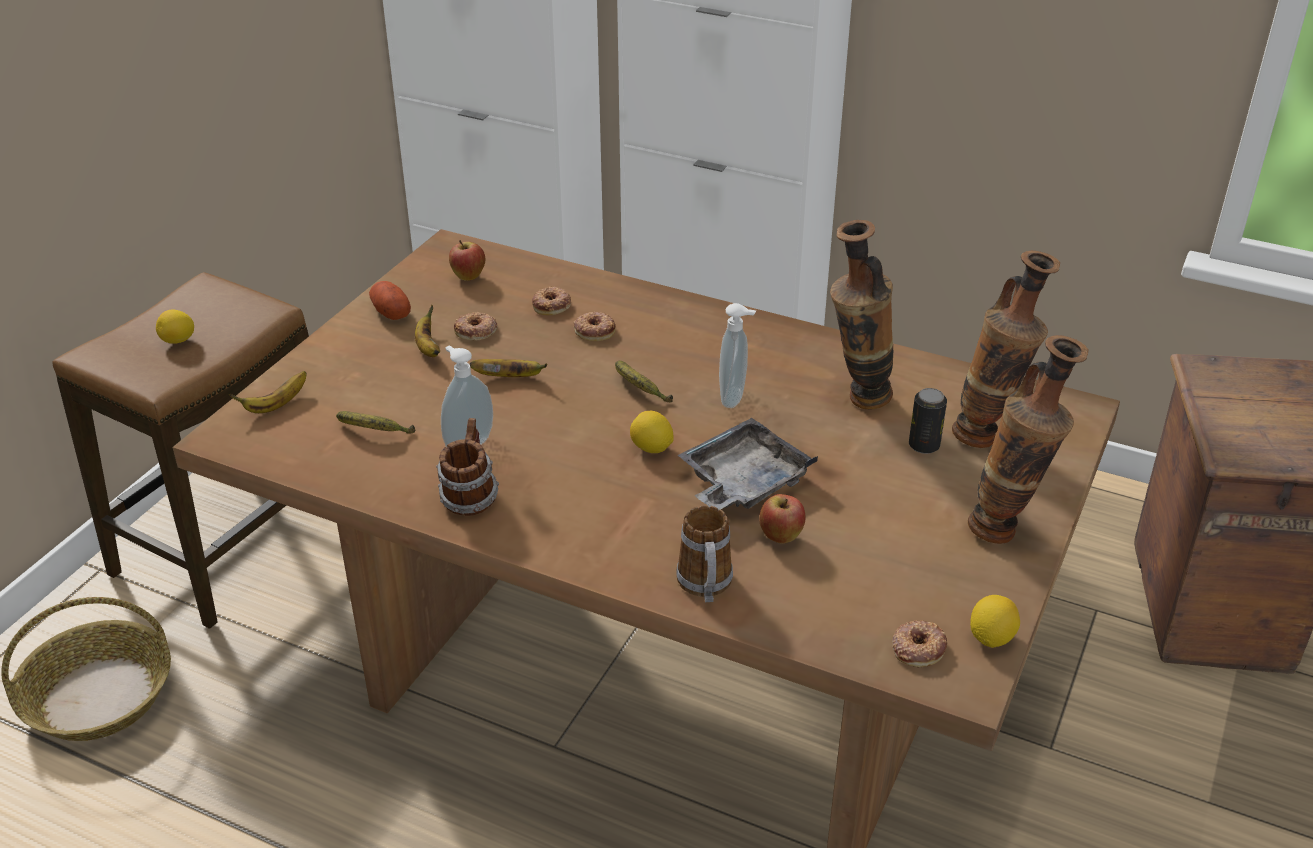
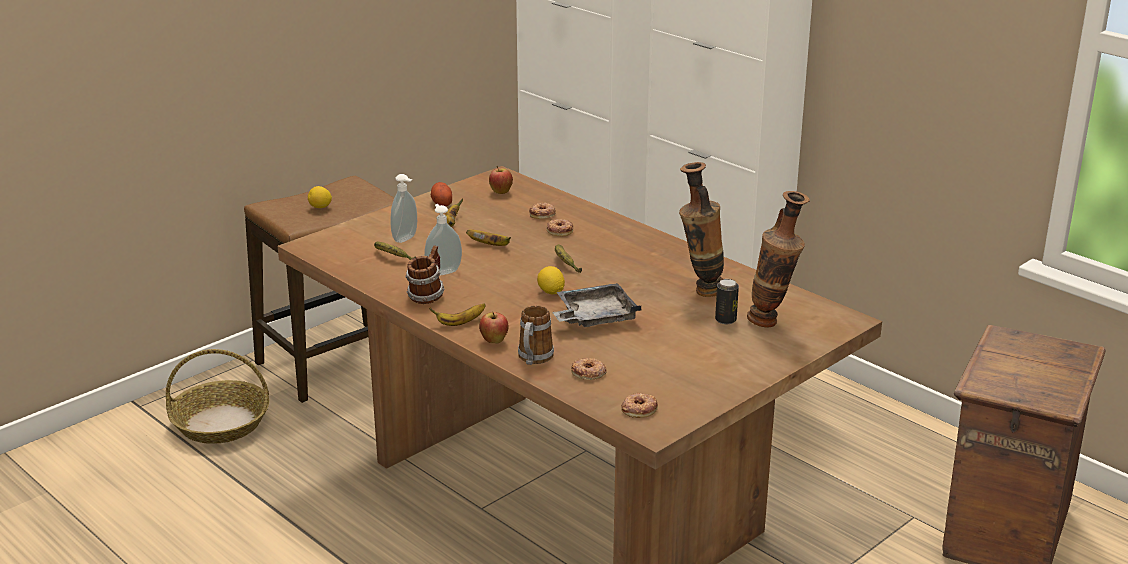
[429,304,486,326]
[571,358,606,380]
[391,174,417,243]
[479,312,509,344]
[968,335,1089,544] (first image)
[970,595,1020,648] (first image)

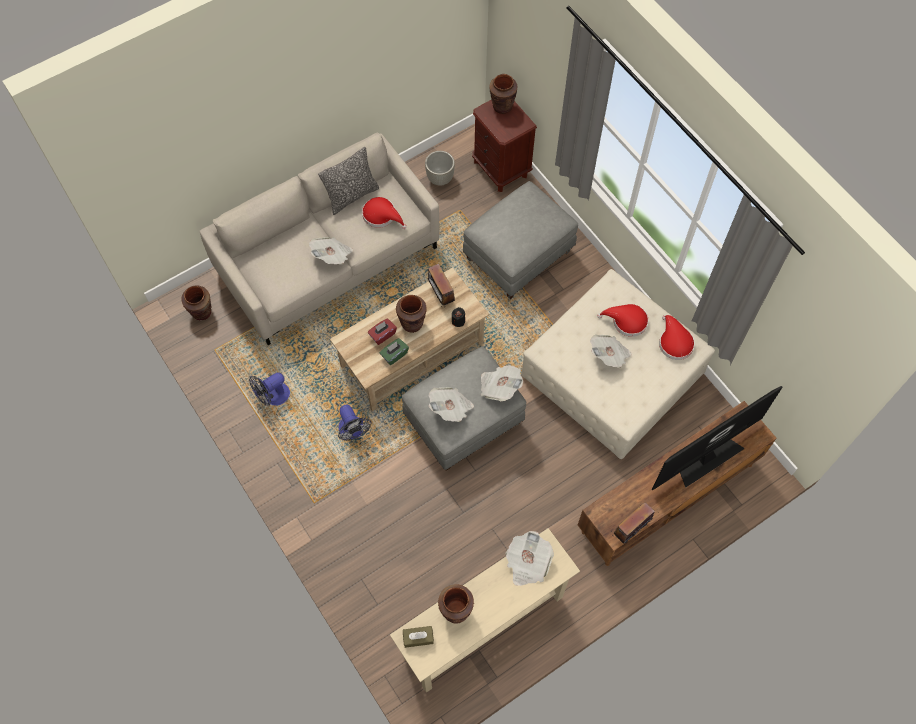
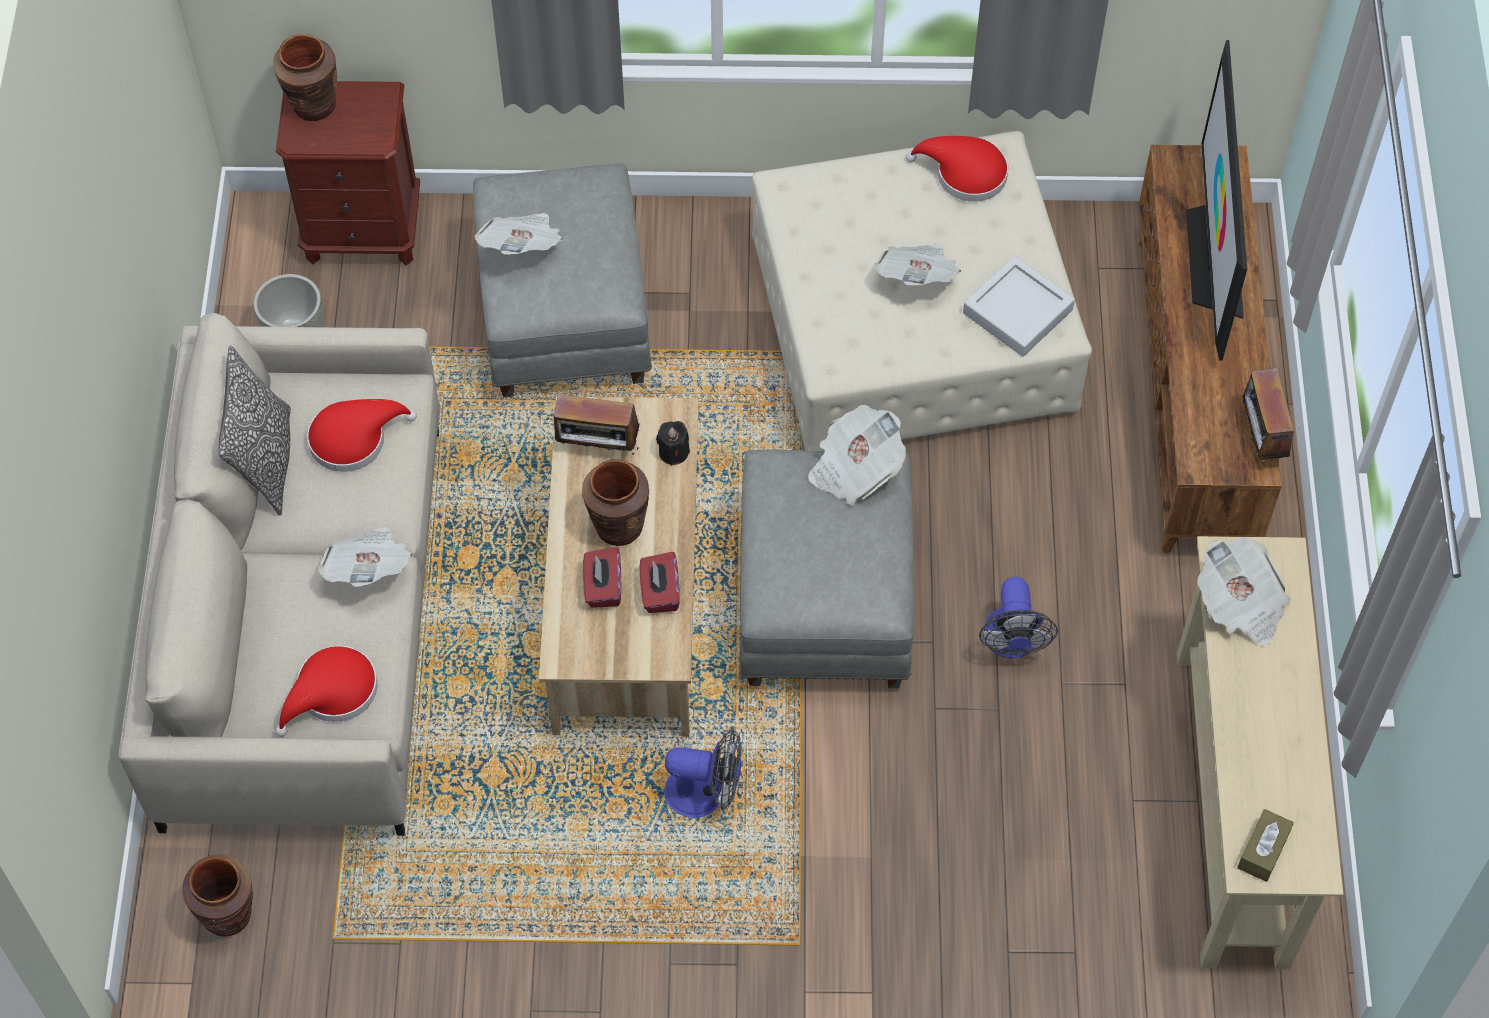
[979,577,1058,659]
[640,552,680,613]
[475,213,563,254]
[438,584,474,624] (first image)
[275,646,378,737]
[963,256,1075,357]

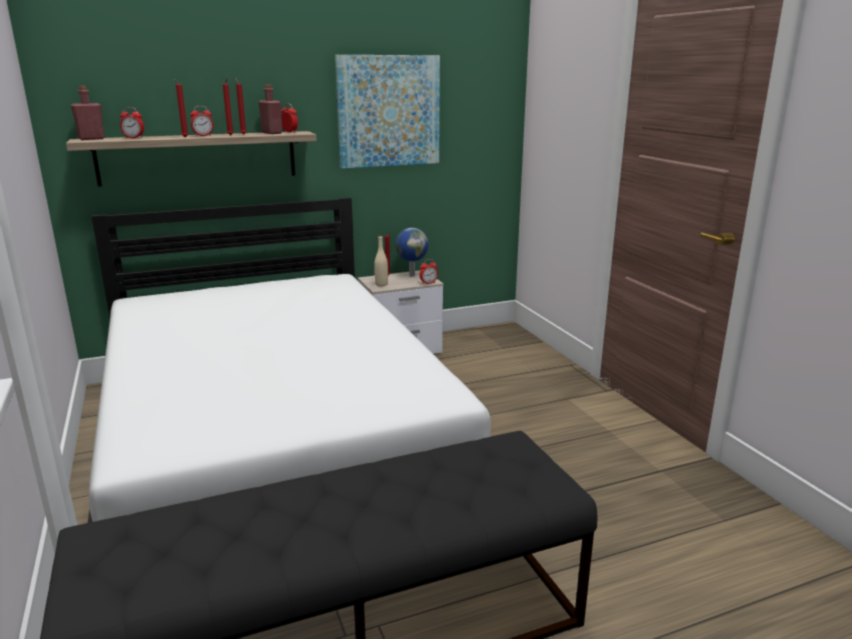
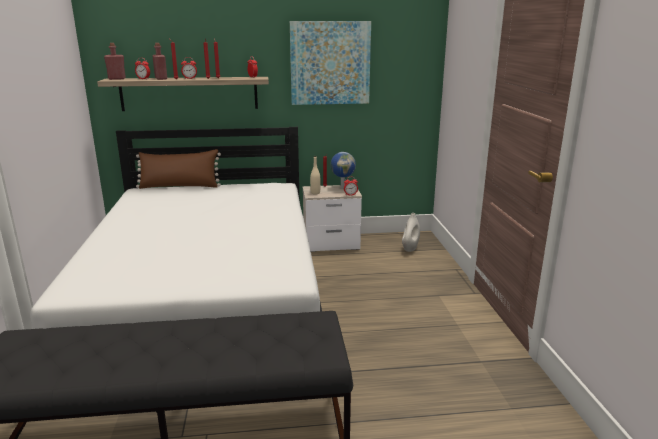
[153,43,167,80]
[136,149,221,189]
[402,213,420,252]

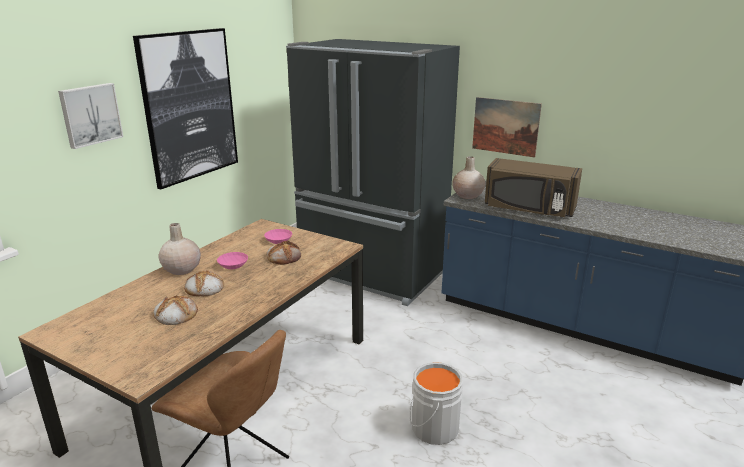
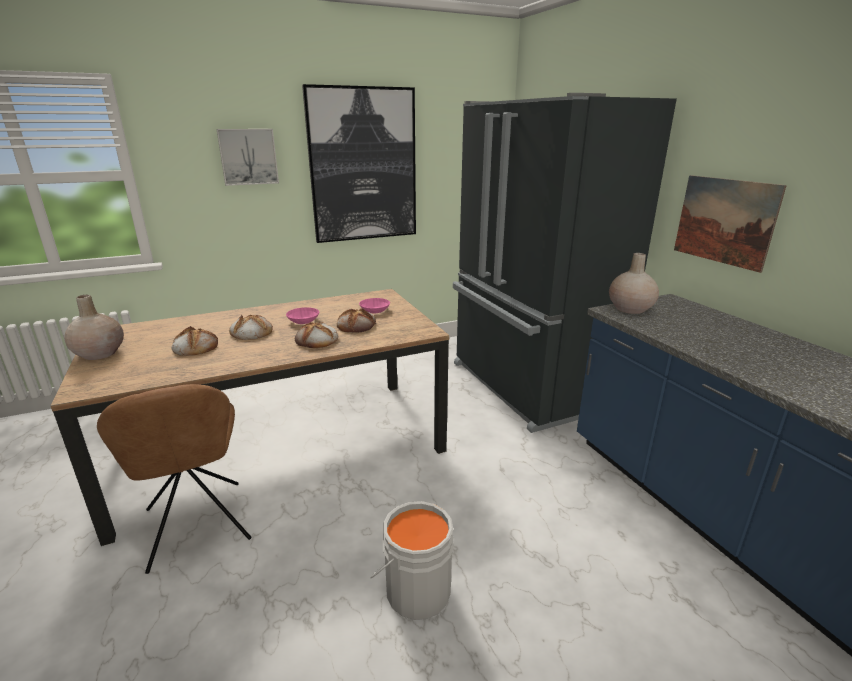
[64,295,124,360]
[485,158,582,218] (first image)
[295,322,338,348]

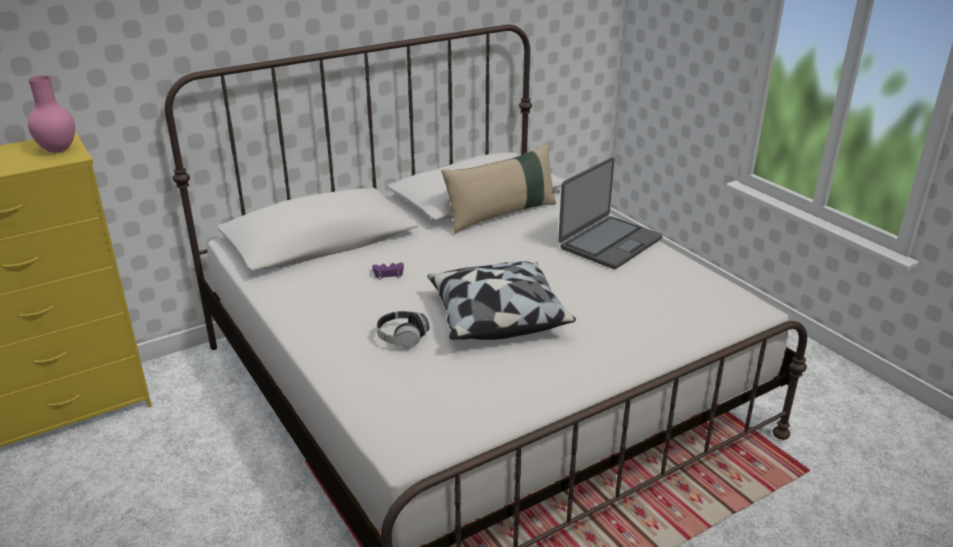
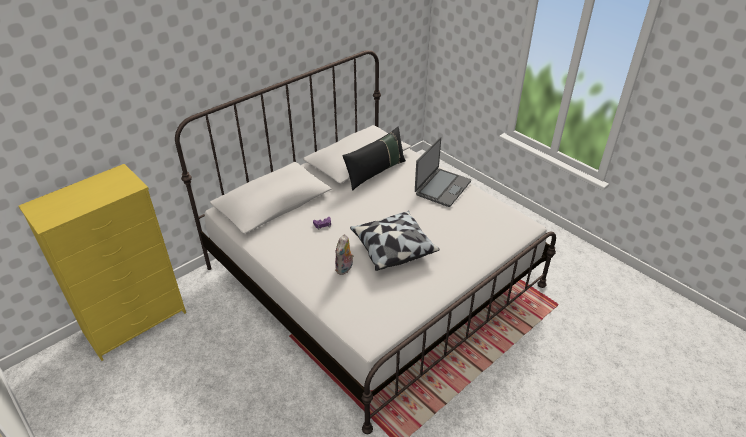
[28,76,75,153] (first image)
[335,234,354,275]
[342,127,406,191]

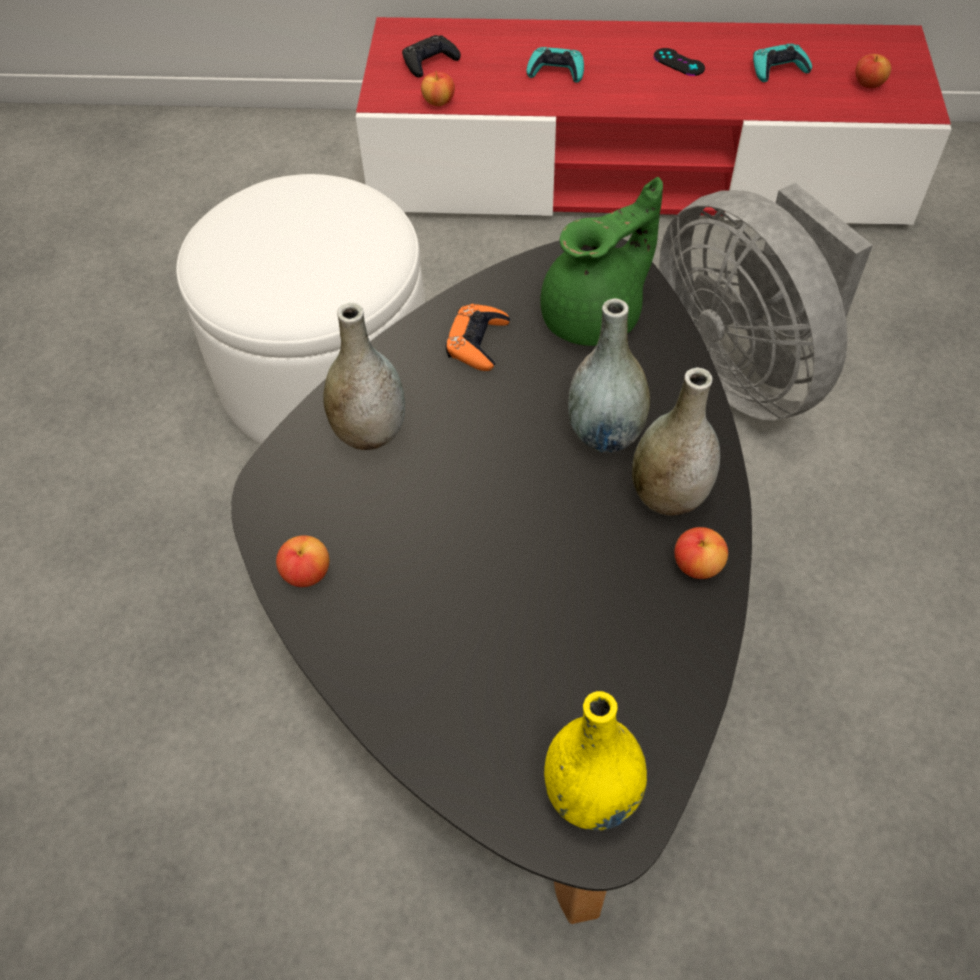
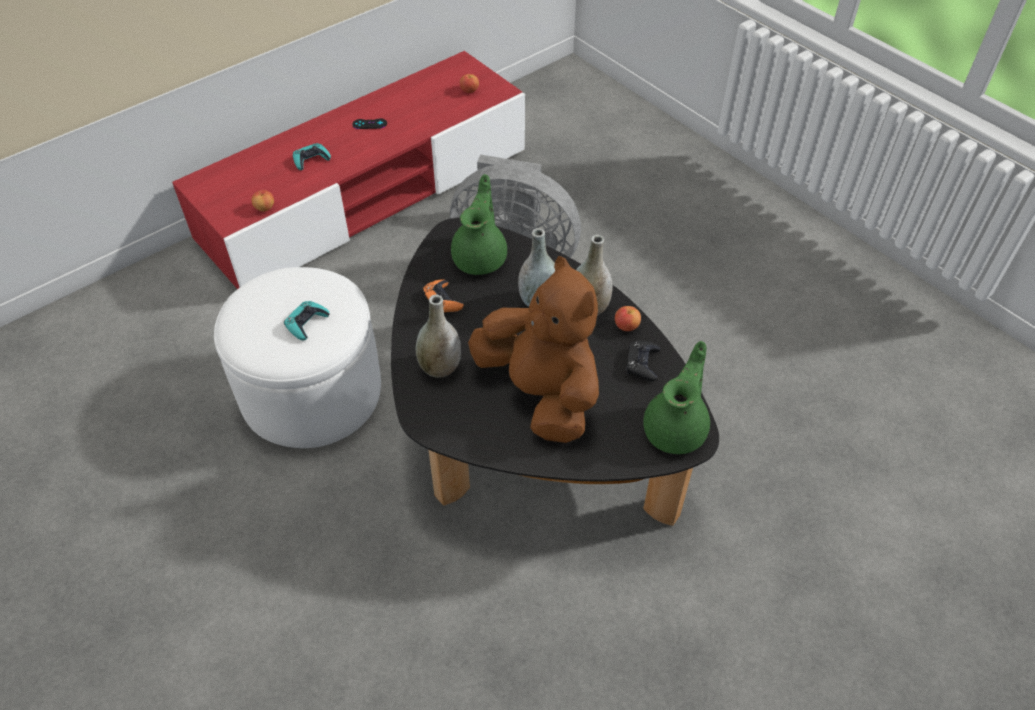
[276,535,329,587] (first image)
[626,340,660,381]
[643,341,710,454]
[284,301,330,340]
[468,256,599,443]

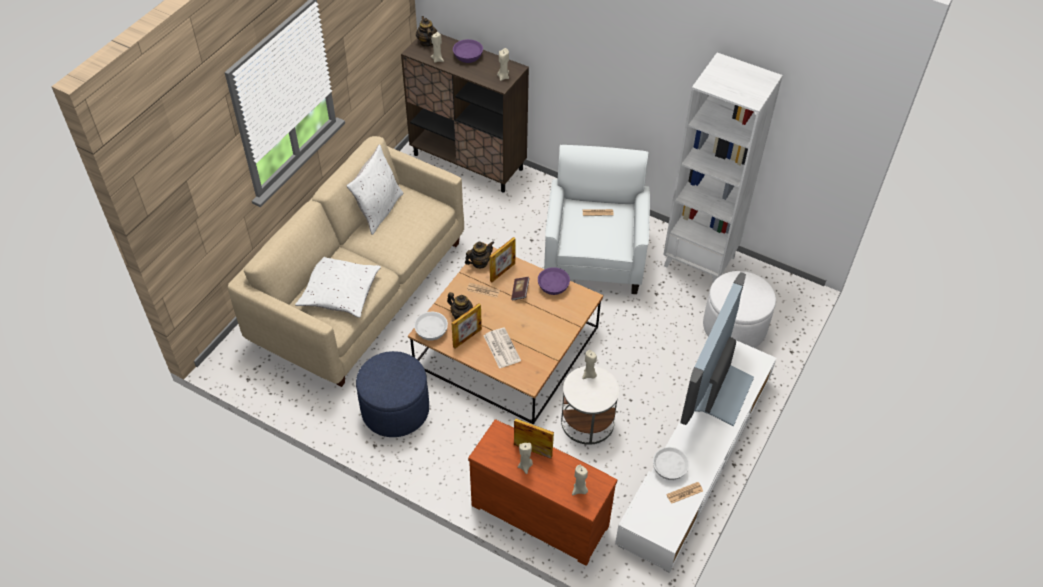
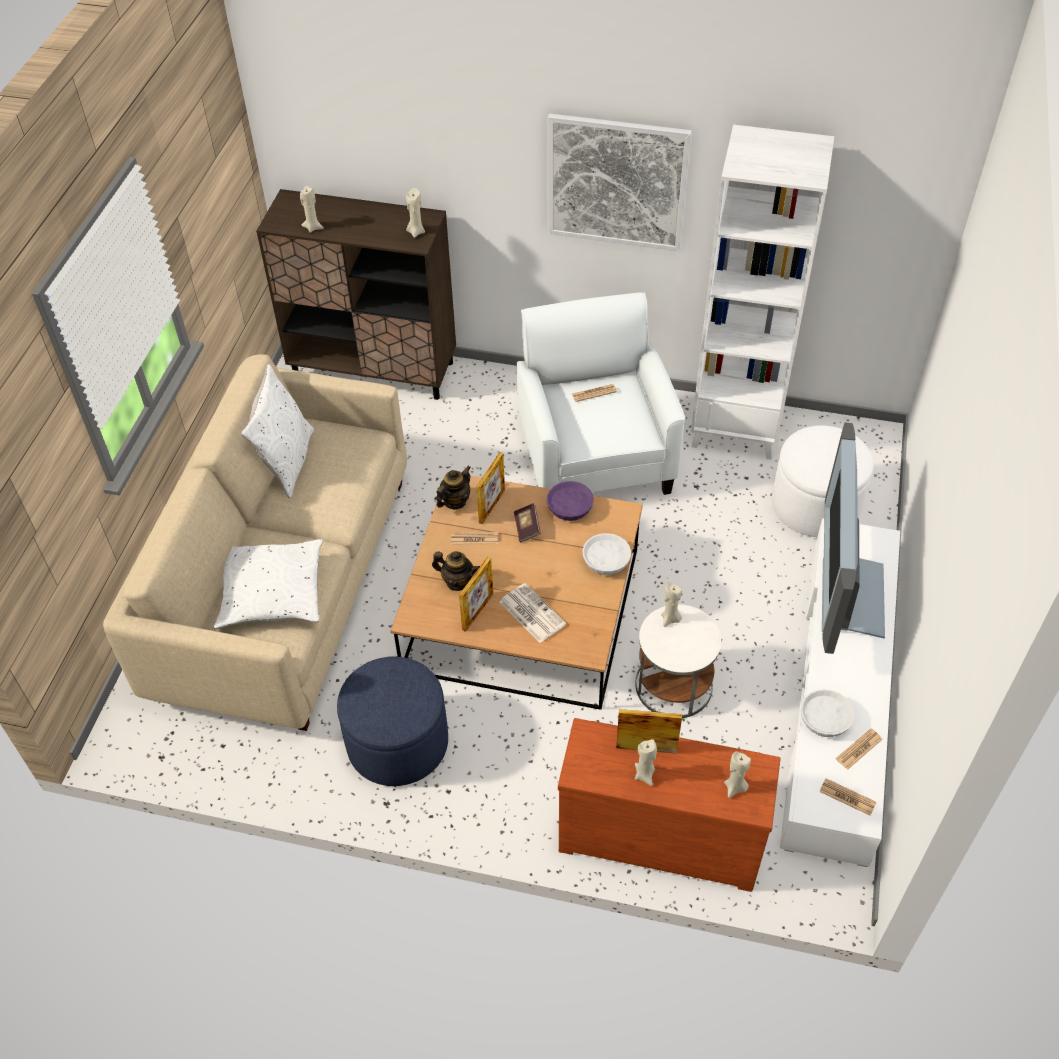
[582,533,631,575]
[416,16,437,47] (first image)
[453,39,483,63] (first image)
[548,113,692,251]
[819,778,876,816]

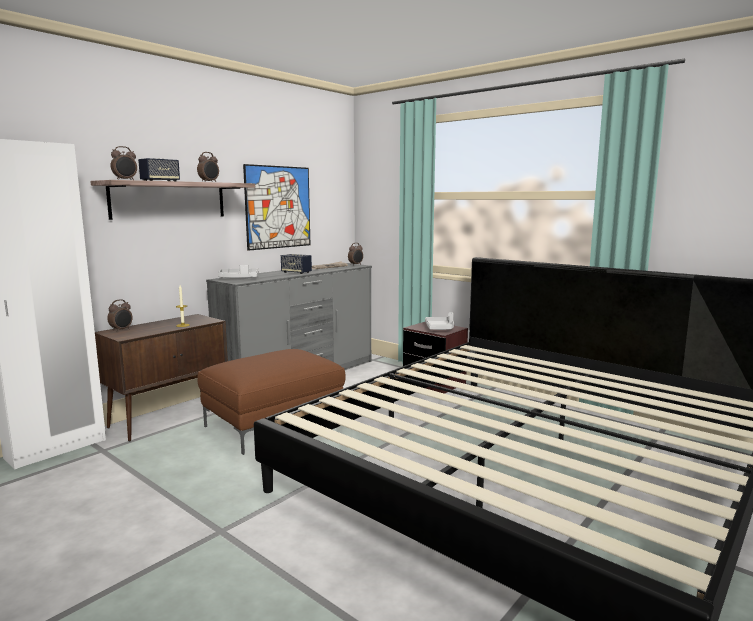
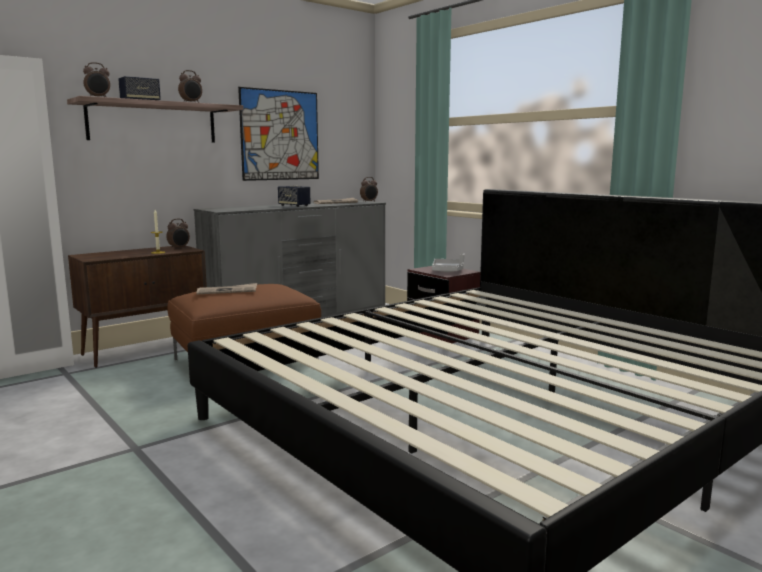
[166,219,190,249]
[218,265,259,279] (first image)
[196,283,257,294]

